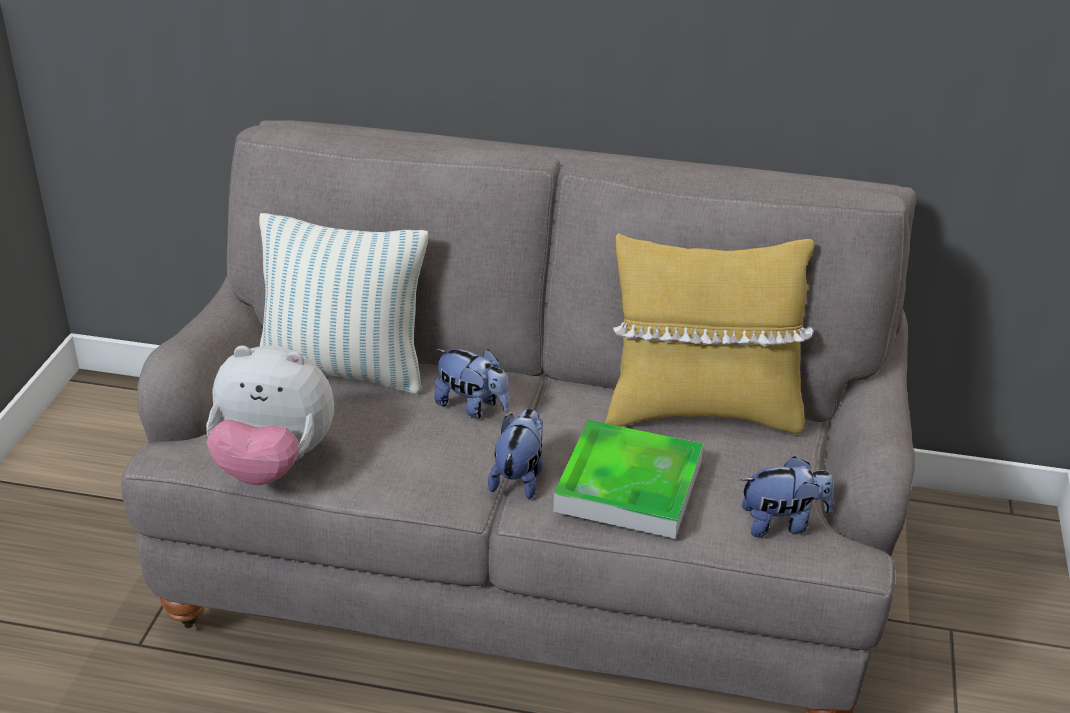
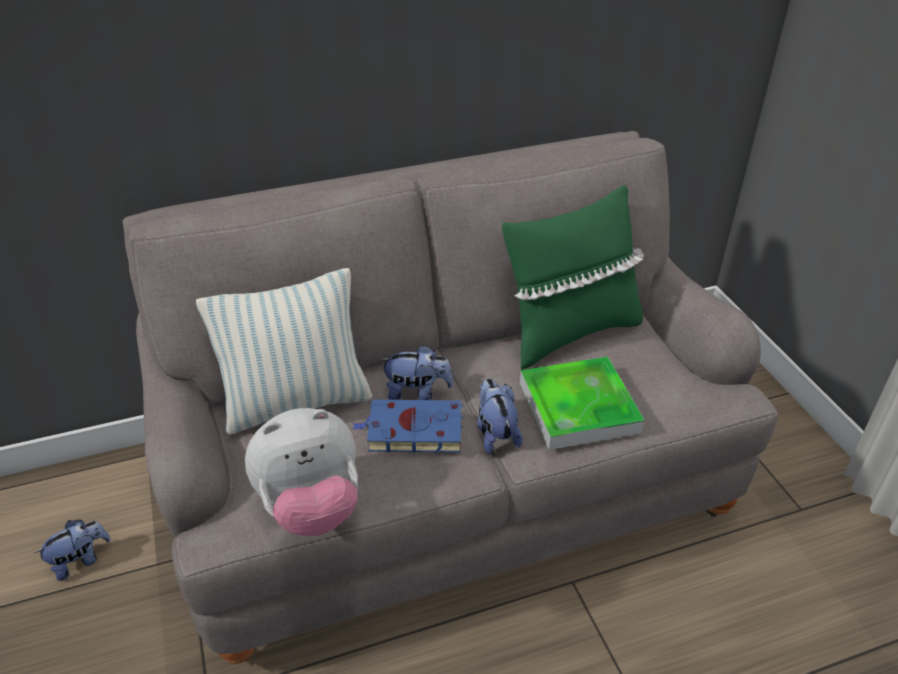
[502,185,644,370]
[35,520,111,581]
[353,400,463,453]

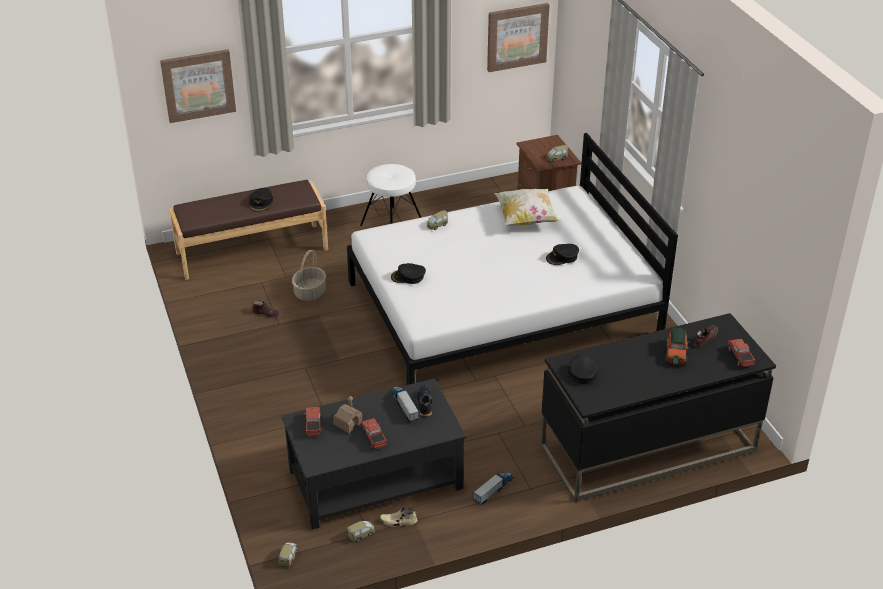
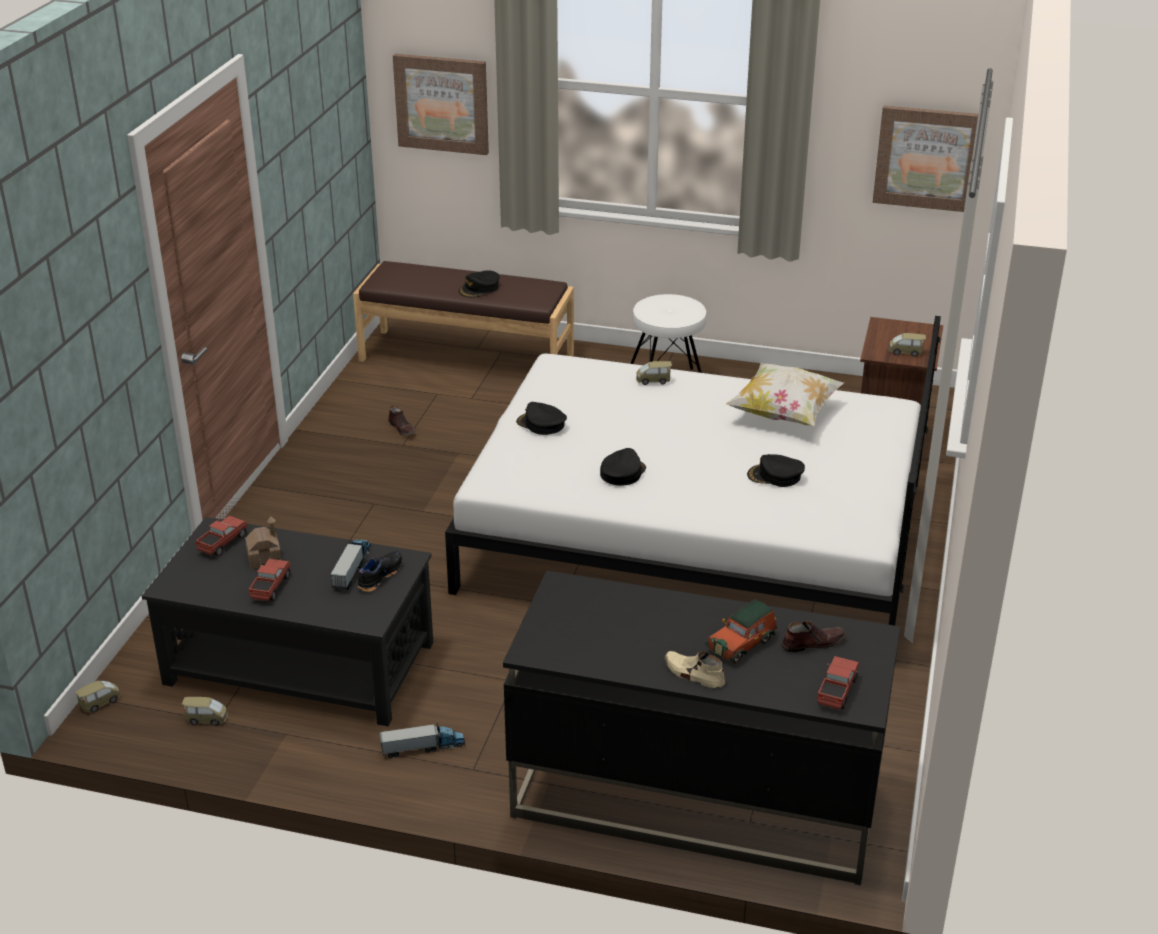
[292,250,326,301] (first image)
[664,651,725,688]
[600,448,646,485]

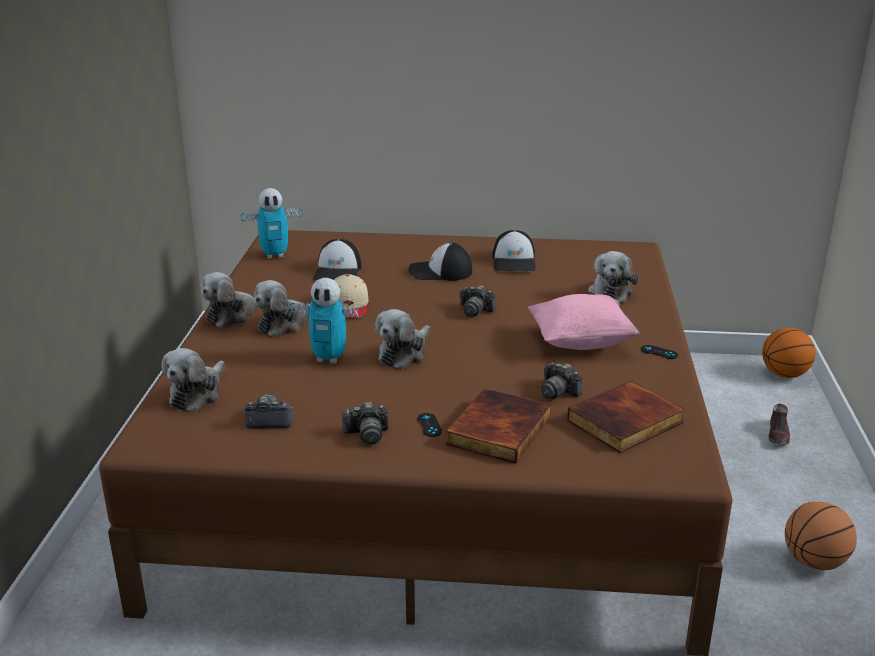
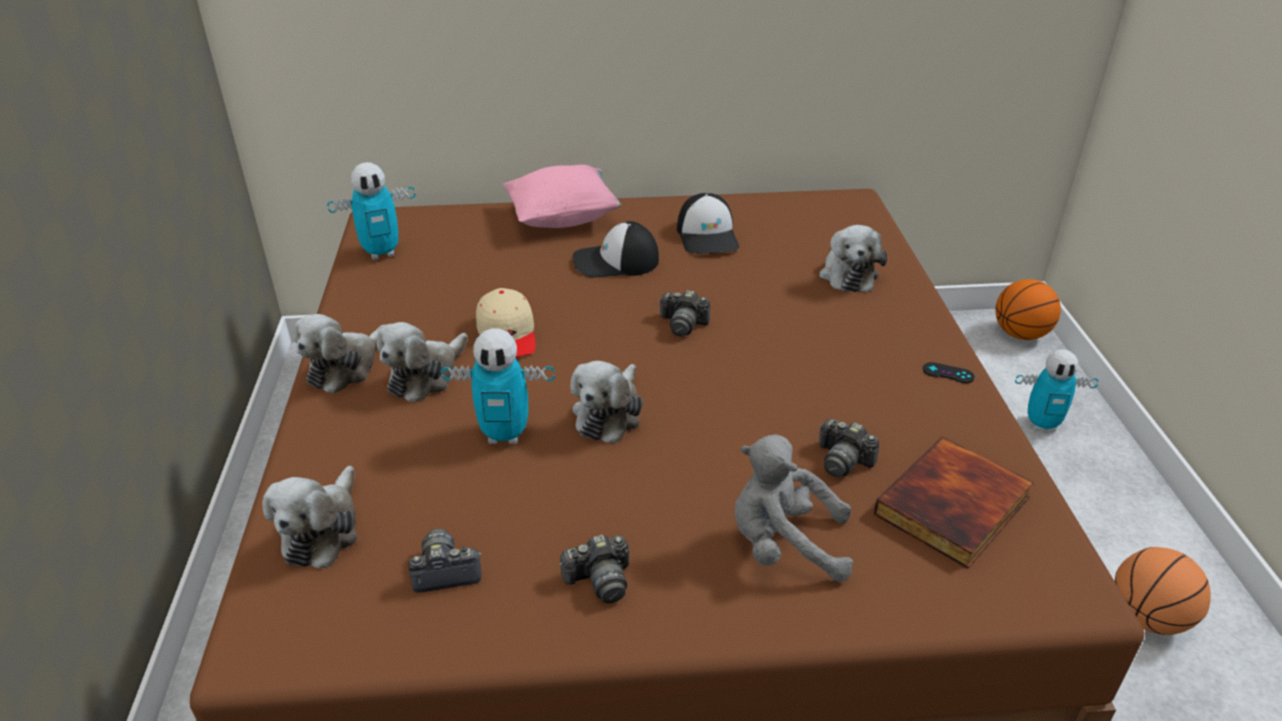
[313,239,361,281] (first image)
[417,413,442,437] (first image)
[735,435,853,582]
[503,165,621,228]
[1015,349,1098,431]

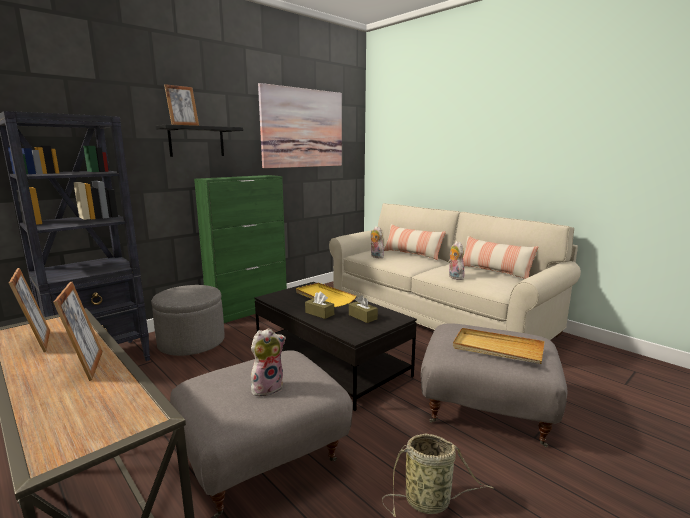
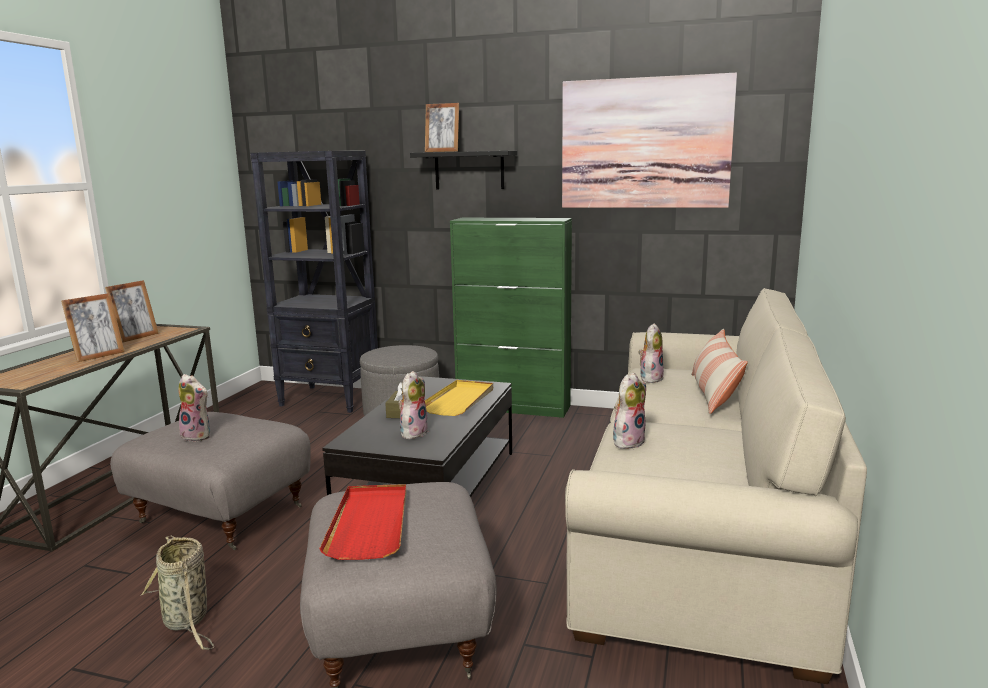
[398,371,429,439]
[319,484,406,560]
[463,236,538,279] (first image)

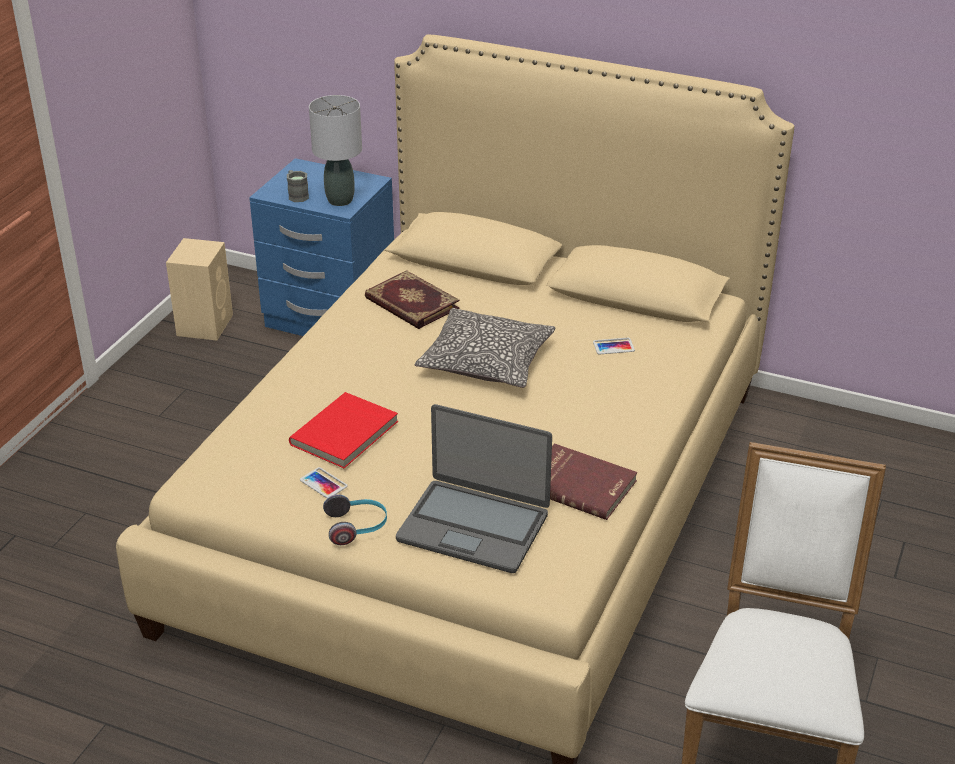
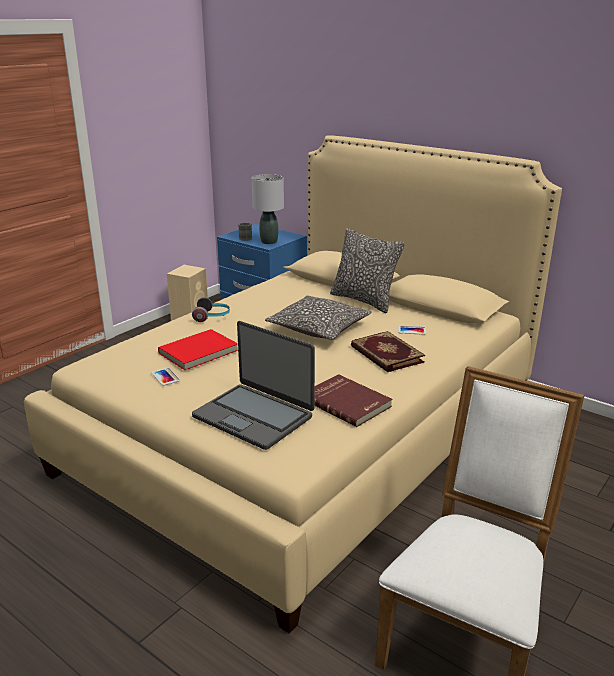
[192,297,230,322]
[351,331,425,372]
[330,228,404,313]

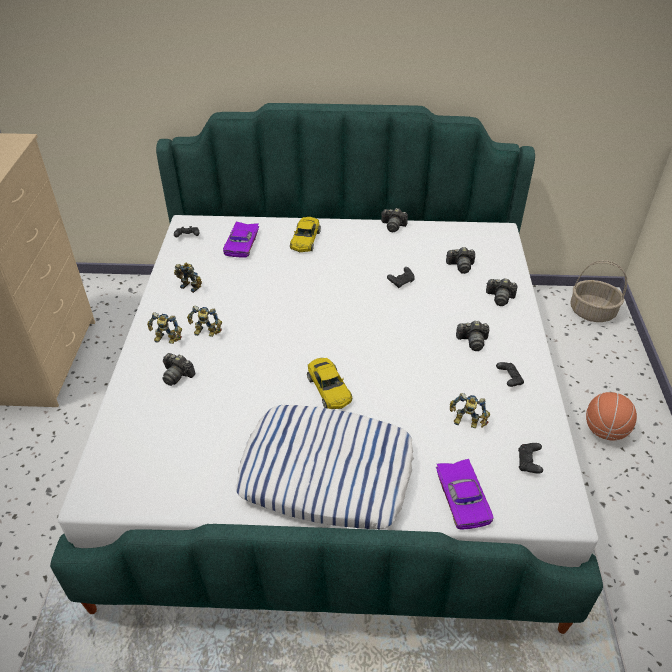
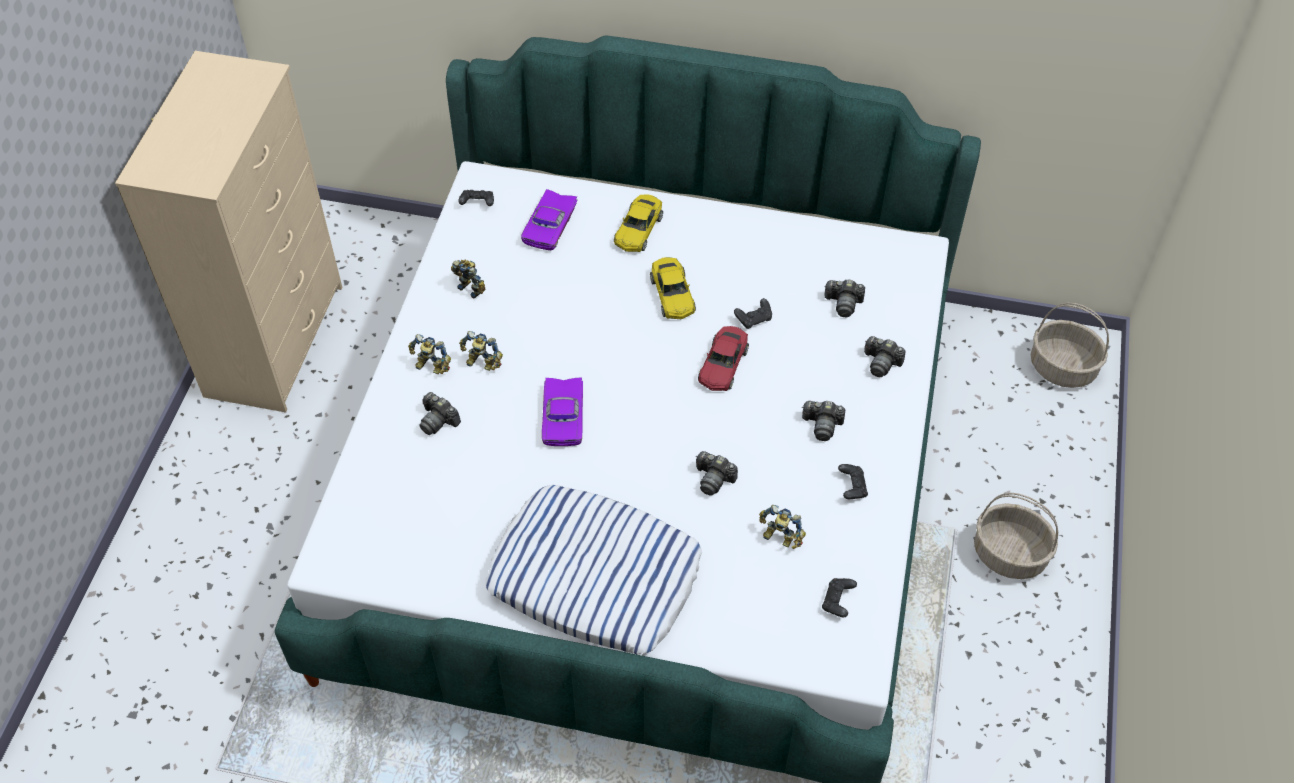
[650,257,696,319]
[696,451,738,496]
[542,377,583,446]
[974,493,1058,579]
[698,326,749,391]

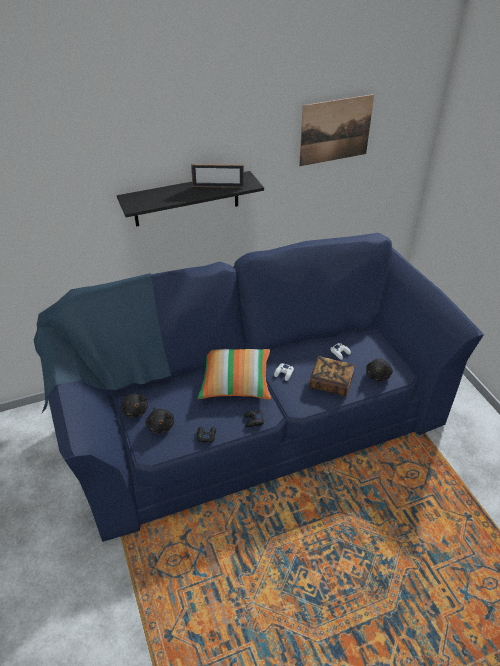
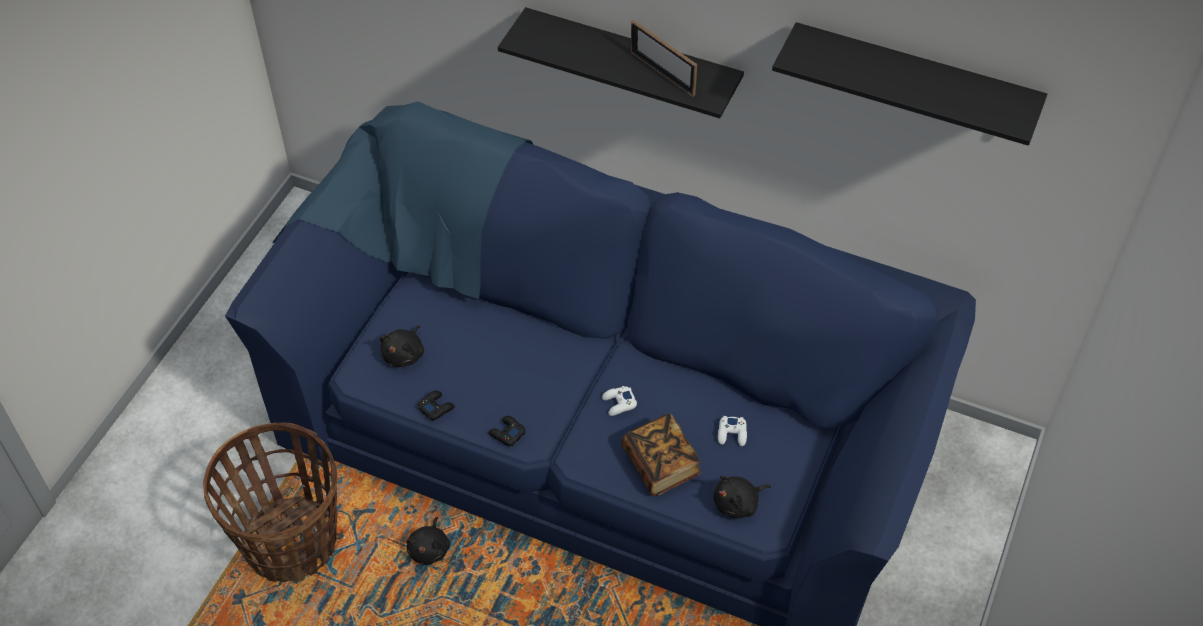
[406,517,450,565]
[198,349,271,399] (first image)
[772,22,1047,146]
[203,422,338,582]

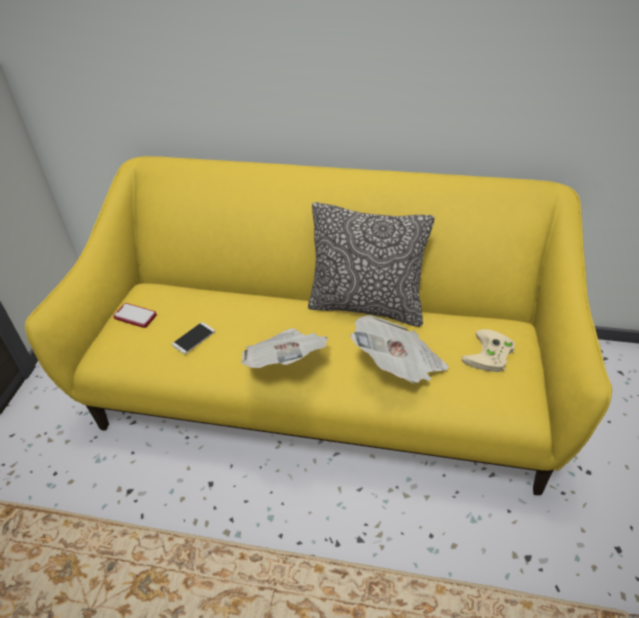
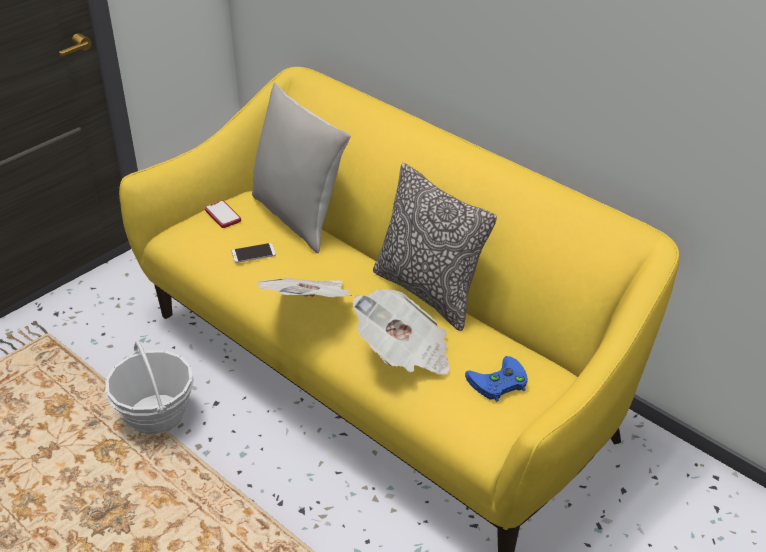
[465,356,528,402]
[105,341,194,434]
[252,82,350,253]

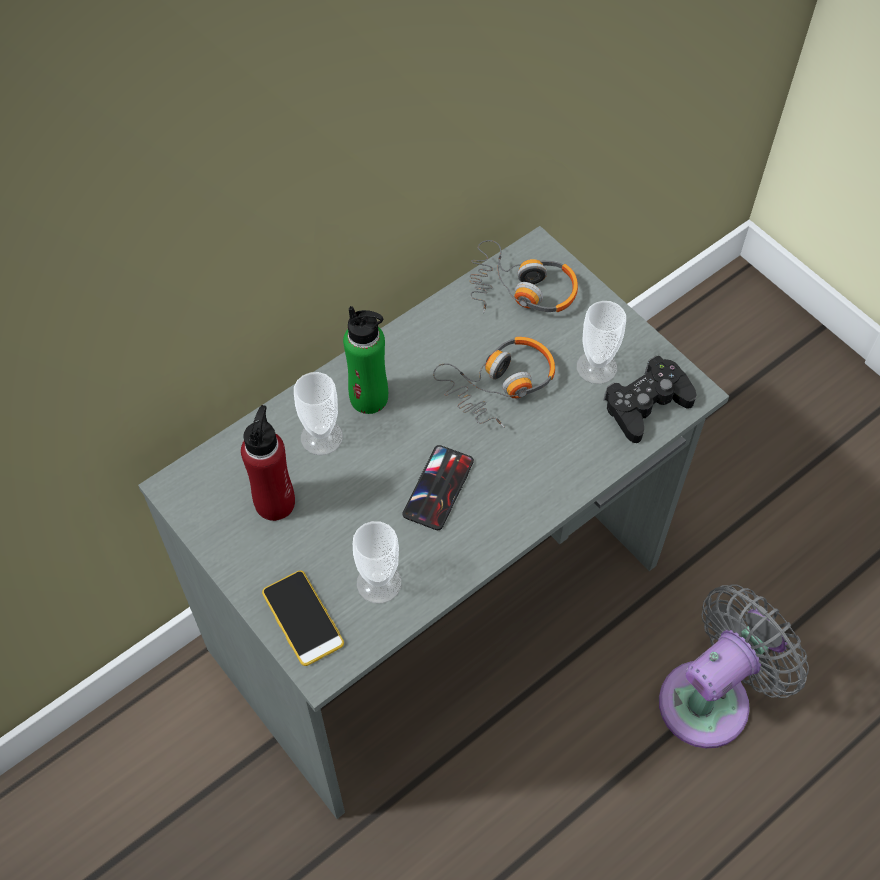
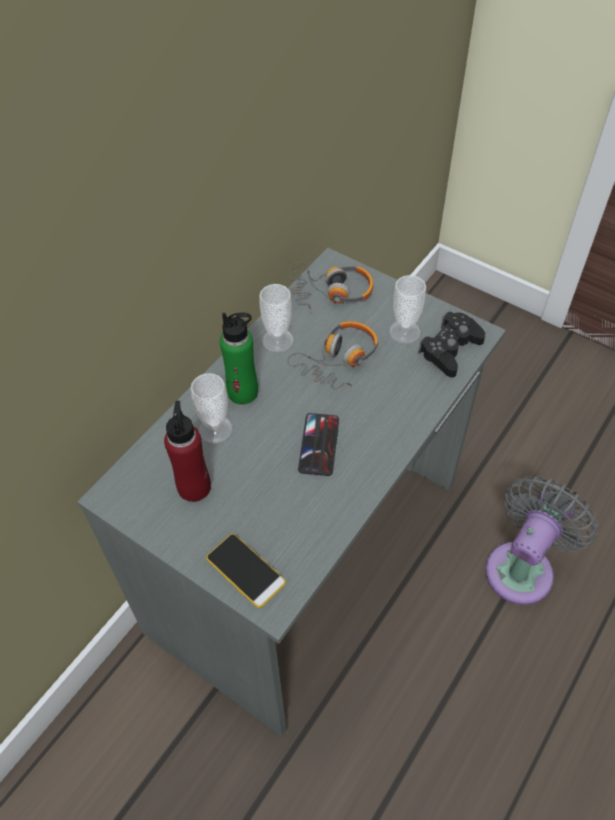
[259,284,294,353]

